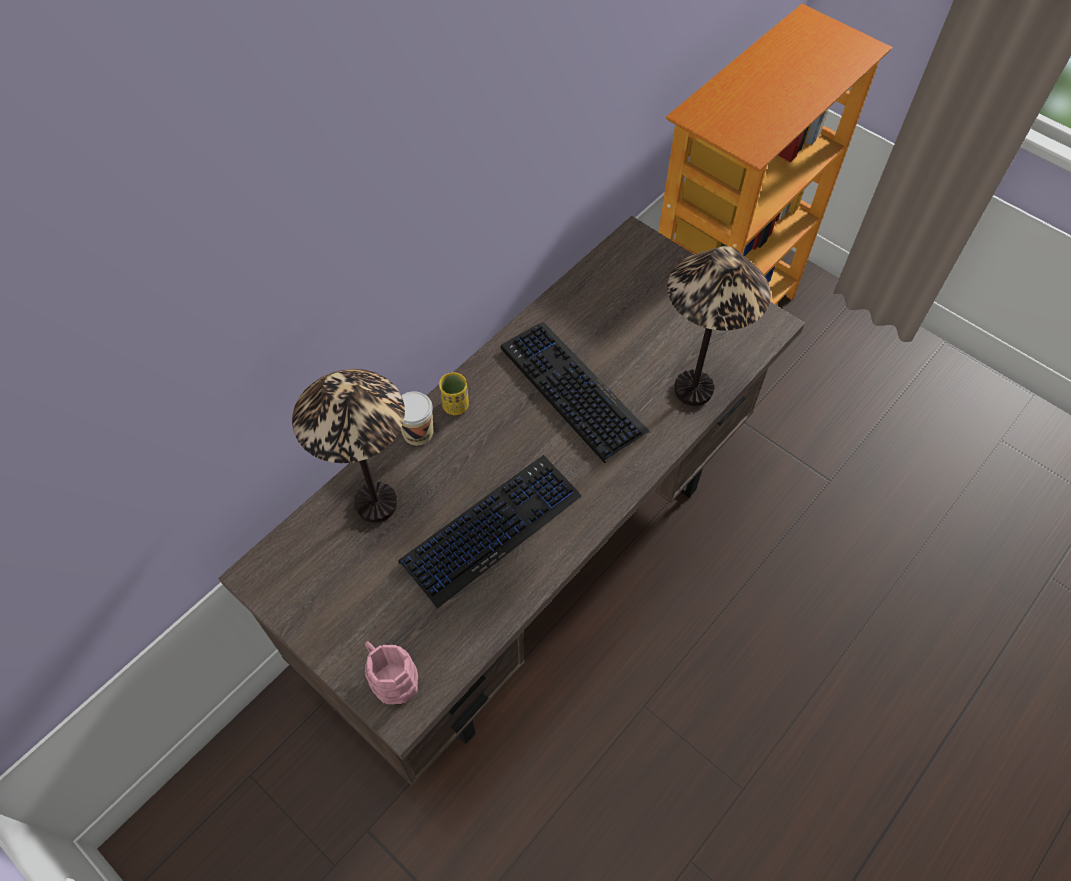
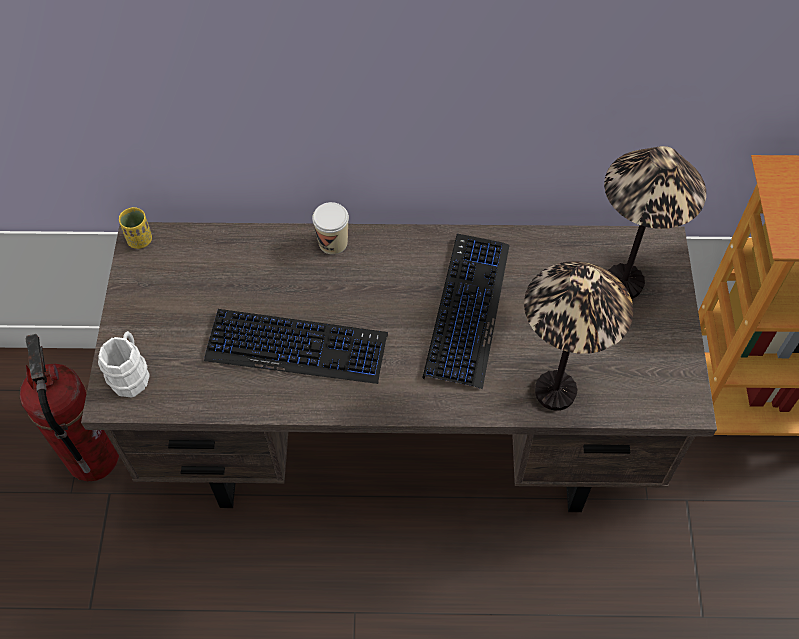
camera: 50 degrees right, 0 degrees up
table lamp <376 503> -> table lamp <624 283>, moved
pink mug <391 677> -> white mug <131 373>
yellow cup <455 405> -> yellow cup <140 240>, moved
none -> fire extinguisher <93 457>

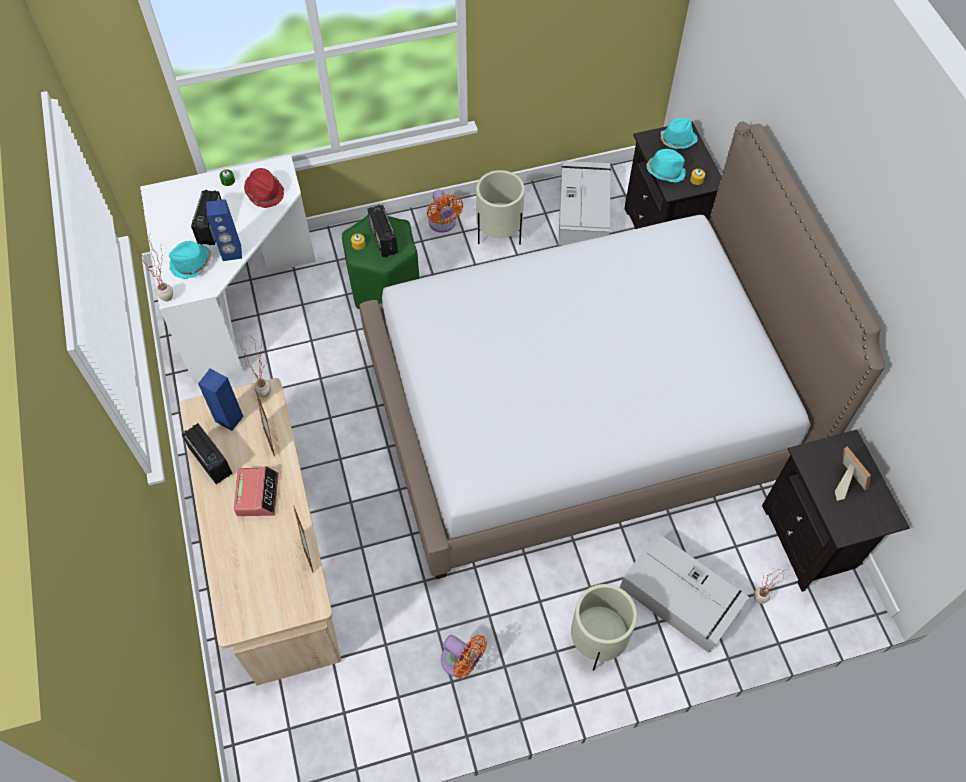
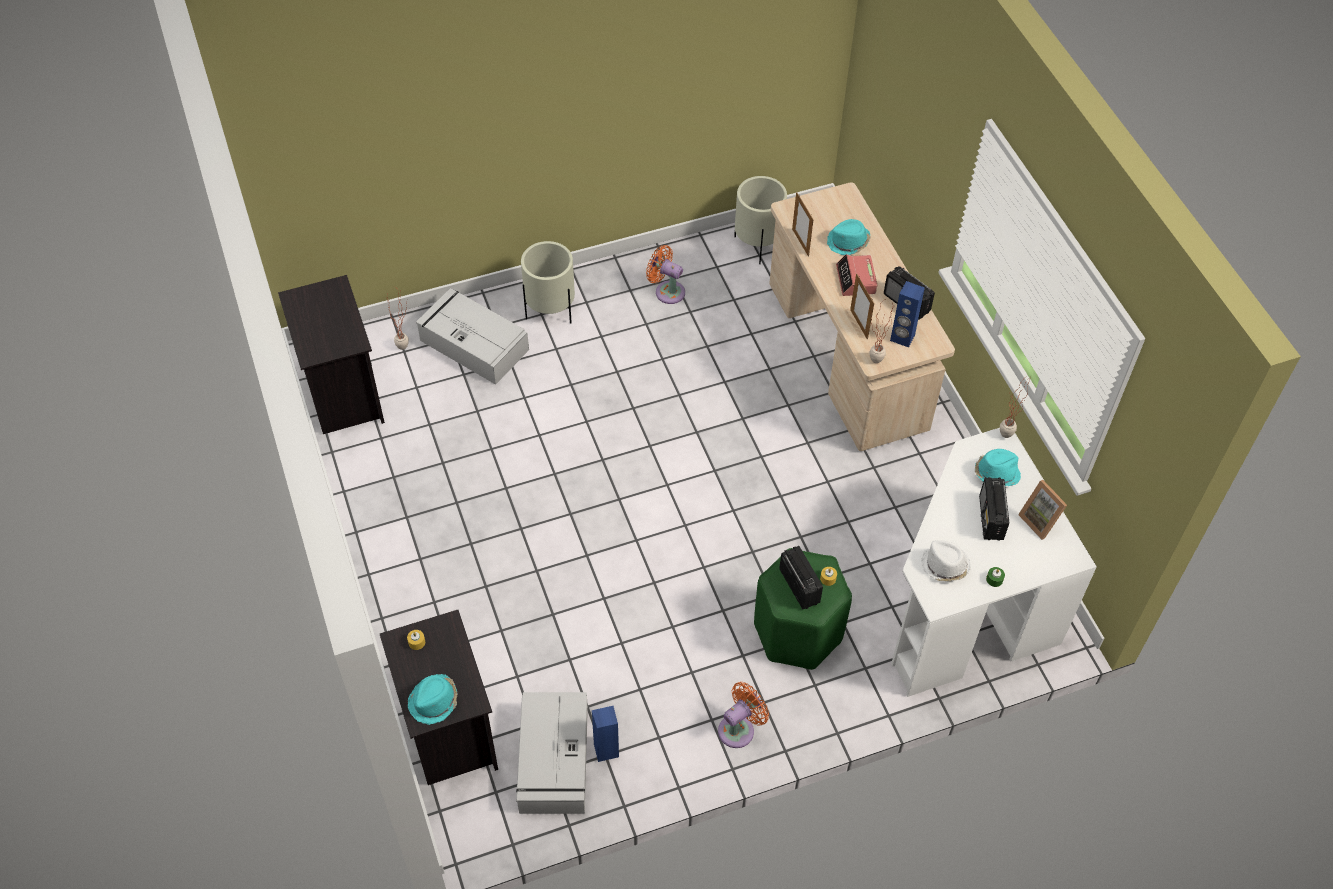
camera: 175 degrees right, 5 degrees down
blue speaker <232 253> -> blue speaker <606 750>, moved
red hat <265 193> -> white hat <944 565>
bed <583 410> -> none
orange fan <443 224> -> orange fan <739 729>, 75 degrees clockwise
beige planter <499 234> -> beige planter <757 245>, moved
turquoise hat <665 171> -> turquoise hat <848 242>, moved
picture frame <845 481> -> picture frame <1041 520>, moved

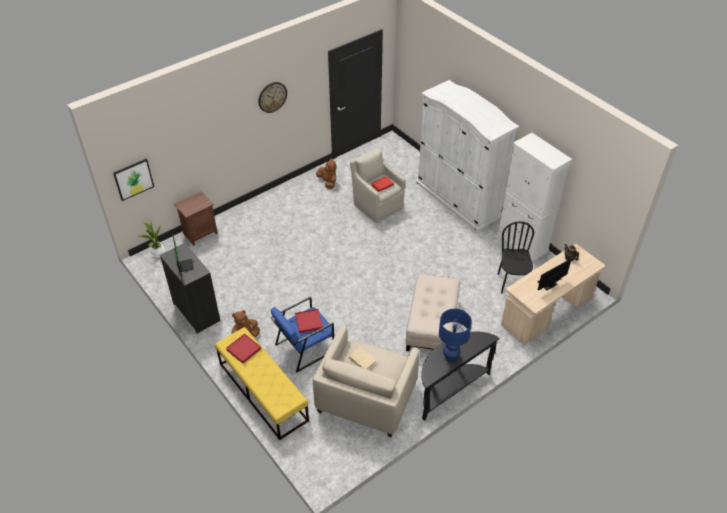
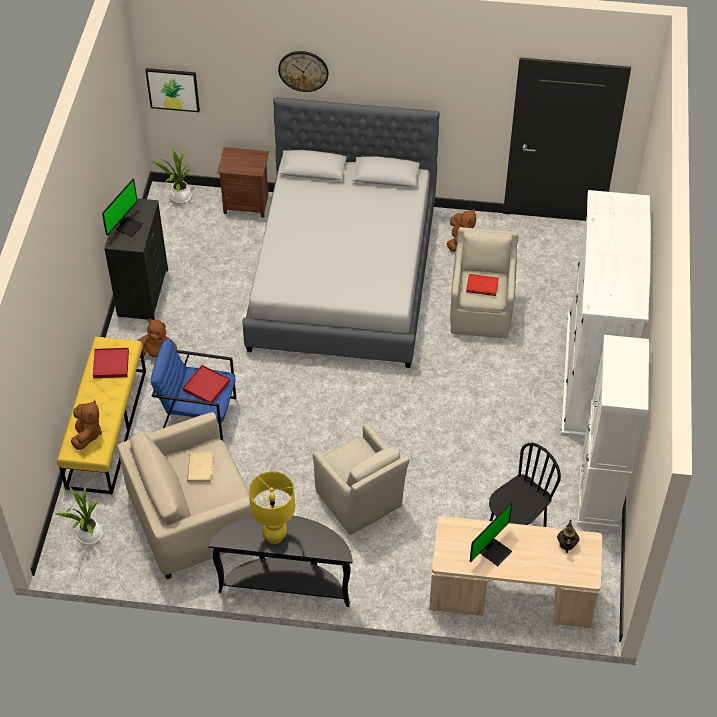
camera: 45 degrees right, 5 degrees up
wall clock <272 97> -> wall clock <303 70>, moved
beige ottoman <432 324> -> beige armchair <360 501>
blue table lamp <451 356> -> yellow table lamp <275 536>
monitor <547 284> -> monitor <494 551>, 120 degrees clockwise
none -> potted plant <88 536>
none -> brown plush toy <87 434>
none -> grey bed <343 278>

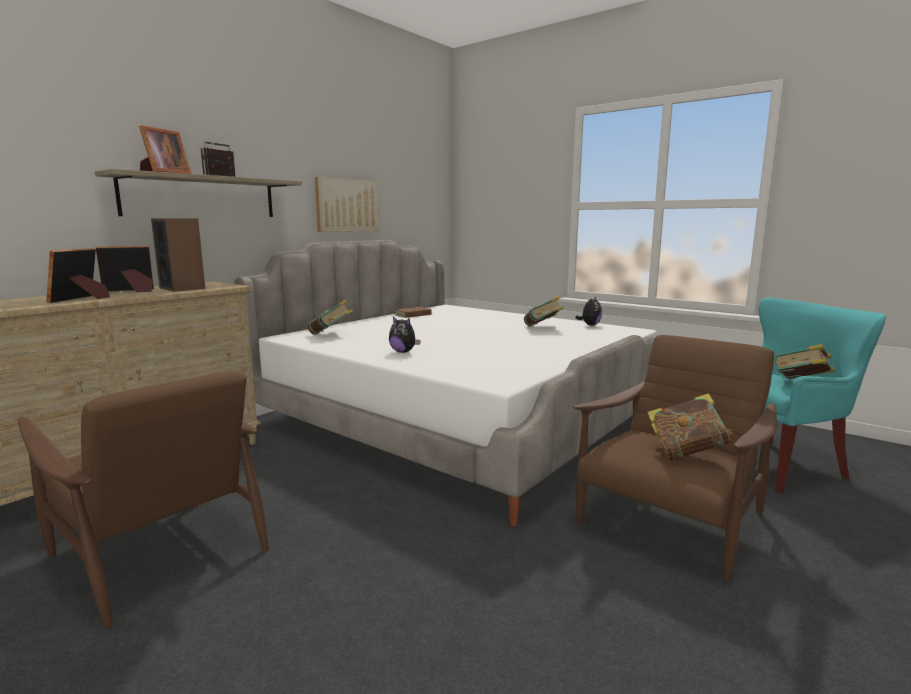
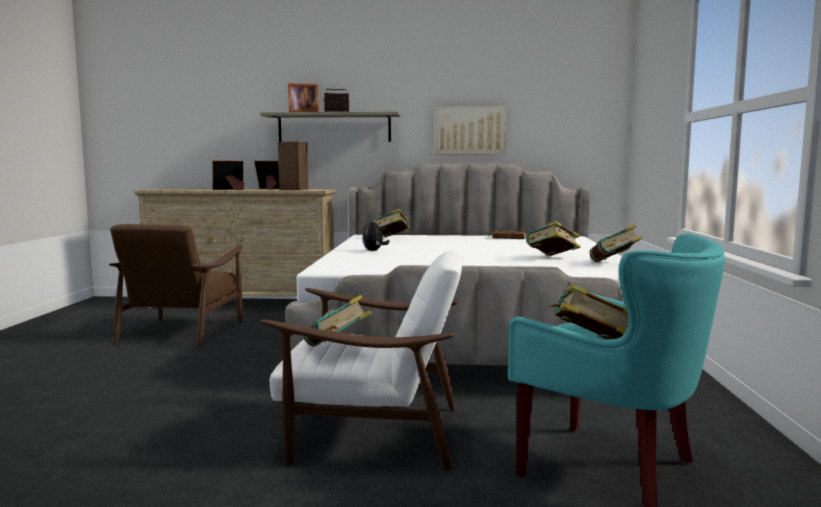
camera: 55 degrees right, 5 degrees down
brown armchair <670 521> -> white armchair <372 433>
plush toy <590 325> -> book <614 264>

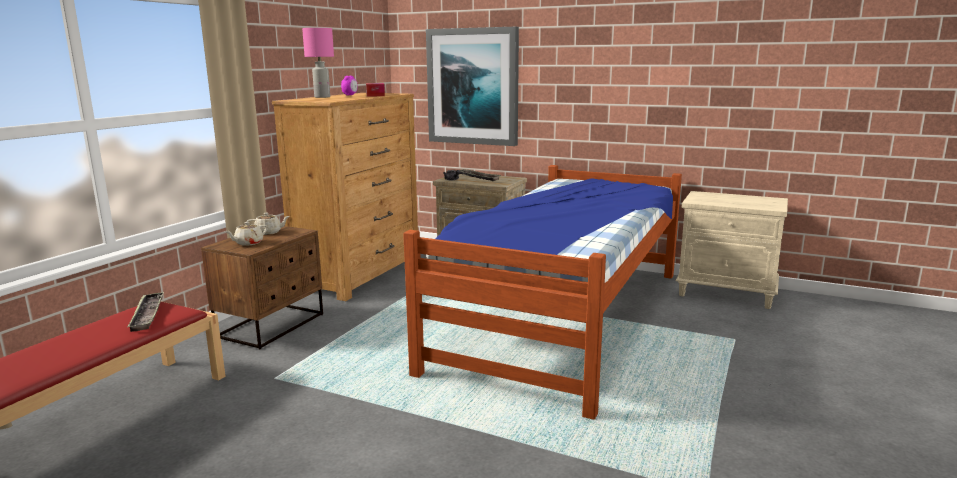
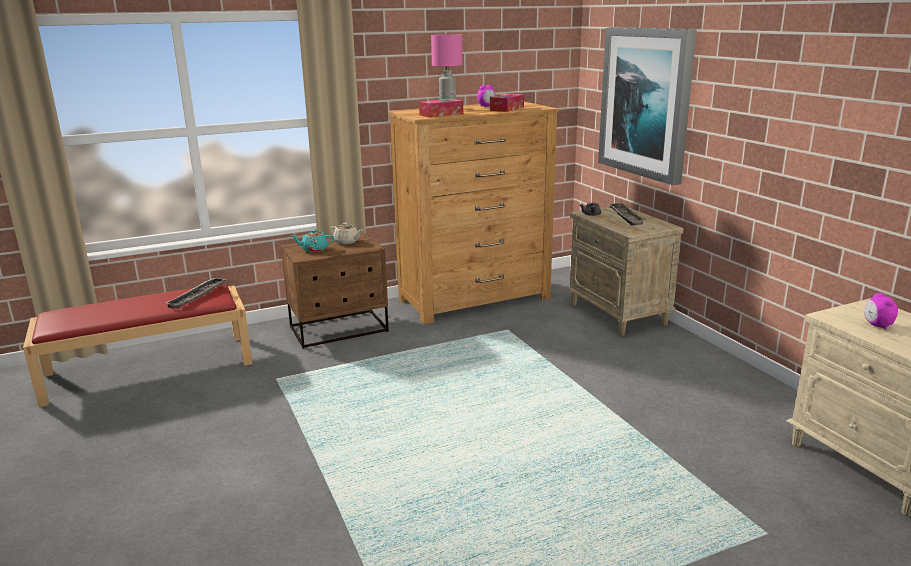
camera: 40 degrees right, 5 degrees up
beige teapot <248 243> -> turquoise teapot <314 249>
bed <563 317> -> none
none -> tissue box <441 114>
none -> alarm clock <877 325>

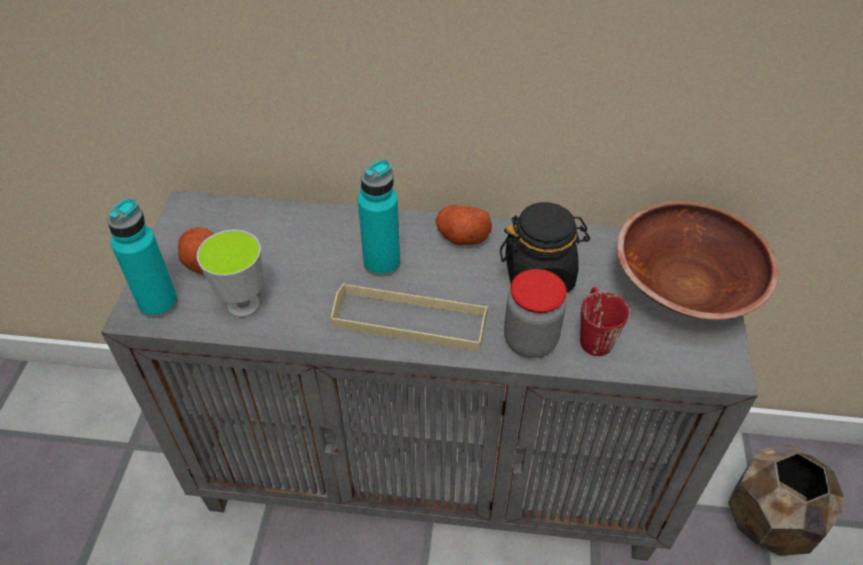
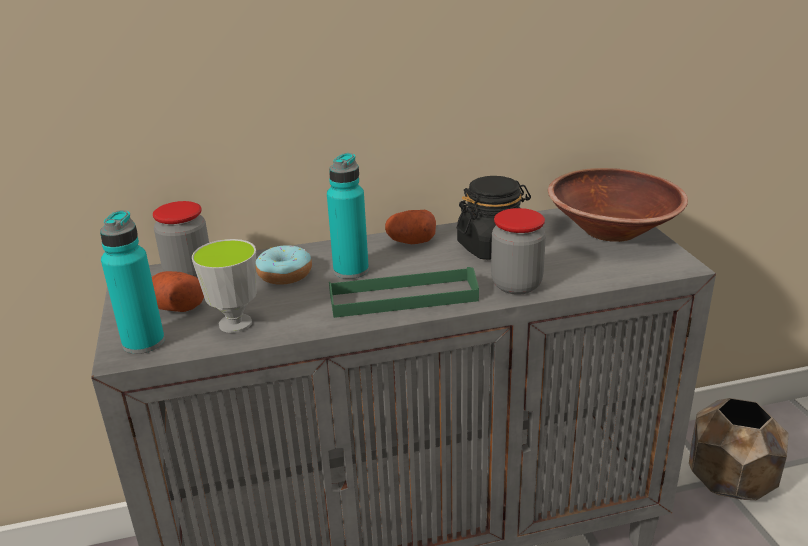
camera: 20 degrees left, 20 degrees down
beige tray <410 321> -> green tray <403 297>
red mug <593 334> -> none
none -> jar <189 274>
none -> donut <285 274>

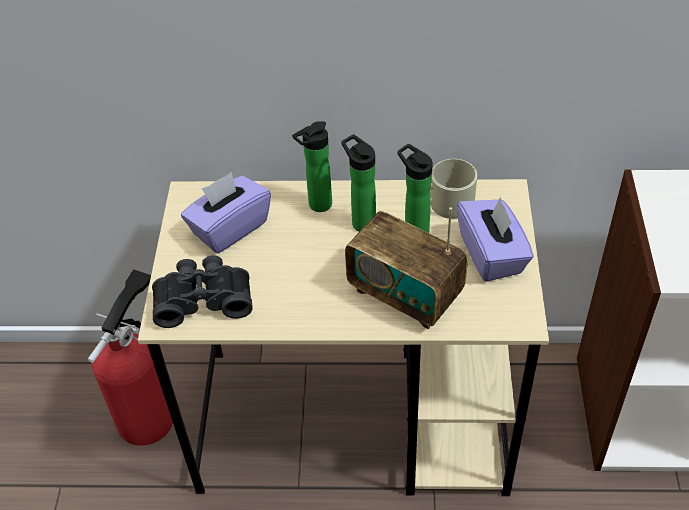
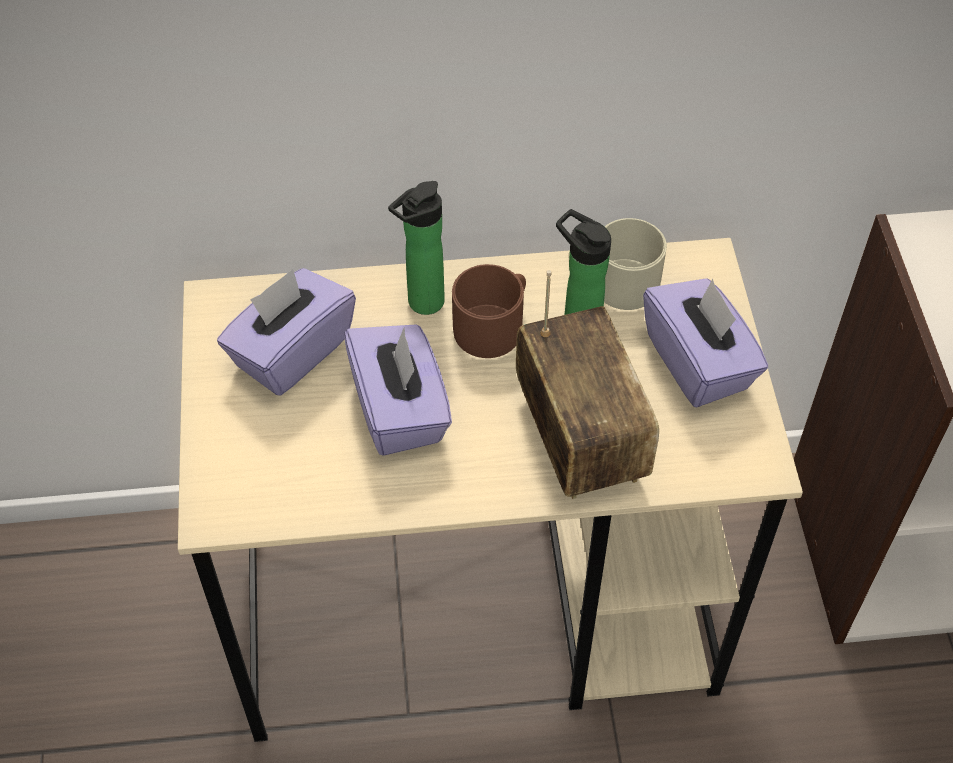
camera: 10 degrees left, 5 degrees up
fire extinguisher <149 415> -> none
black binoculars <203 298> -> none
bottle <361 221> -> brown mug <494 325>
radio <405 294> -> radio <579 438>, 135 degrees counterclockwise
none -> purple tissue box <400 410>

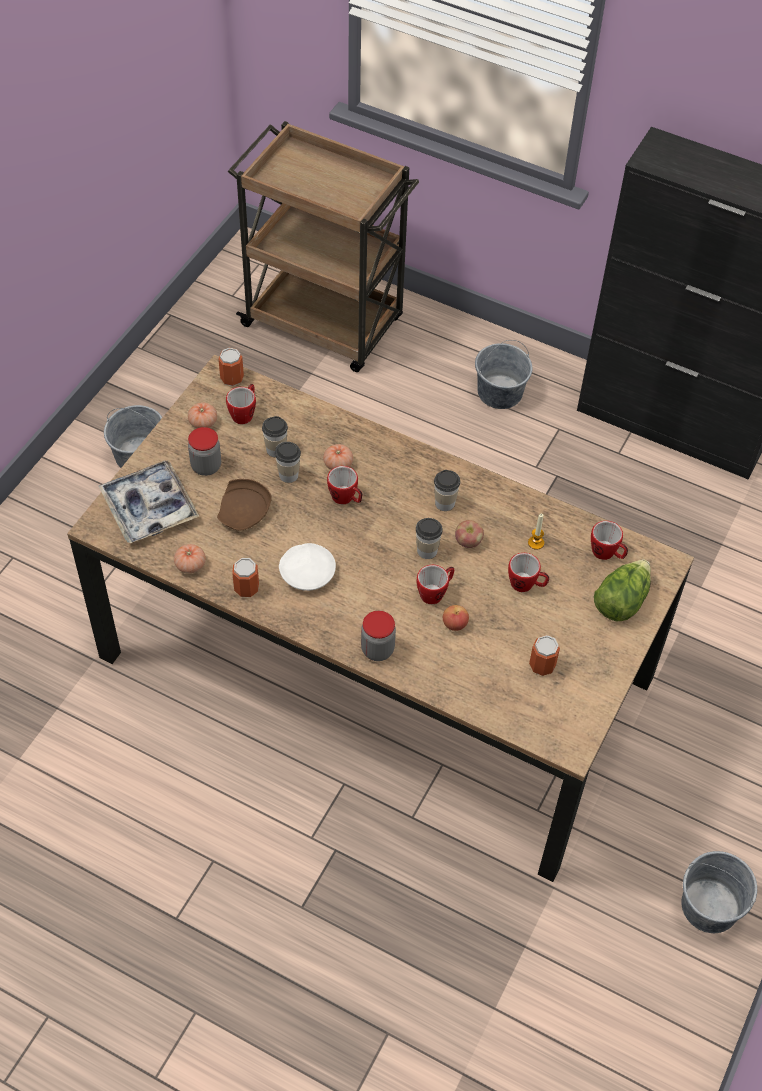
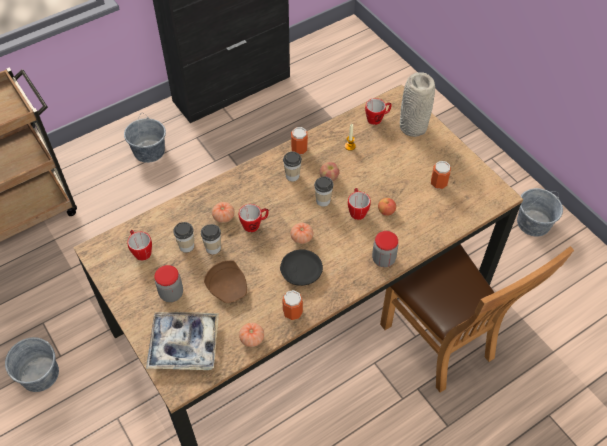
camera: 60 degrees left, 0 degrees up
tomato <203 422> -> tomato <302 238>, moved
can <232 378> -> can <299 149>, moved
white plate <307 572> -> black plate <301 271>
mug <526 585> -> none
lettuce <621 600> -> grey vase <413 127>
none -> brown chair <442 345>

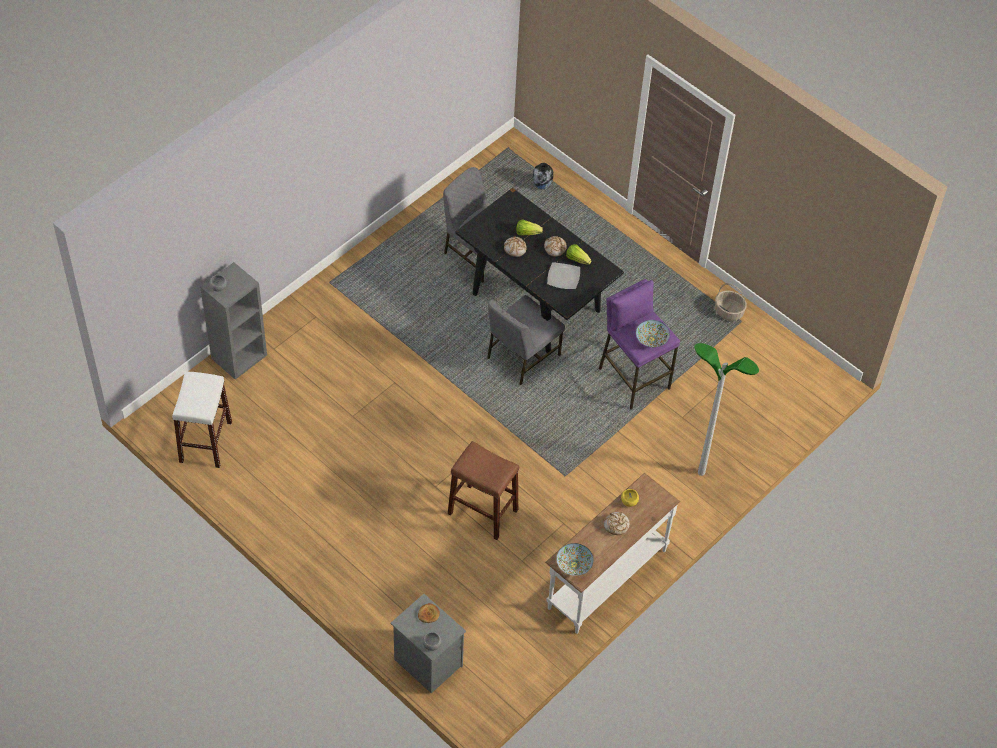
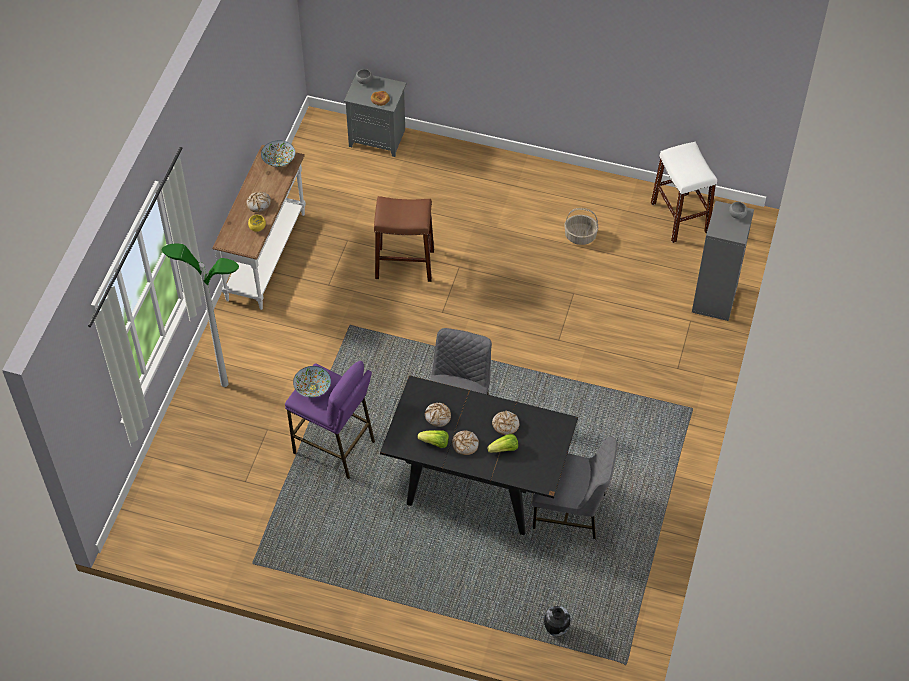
camera: 155 degrees right, 0 degrees up
plate <563 277> -> bread <438 416>
basket <728 311> -> basket <580 236>, moved

